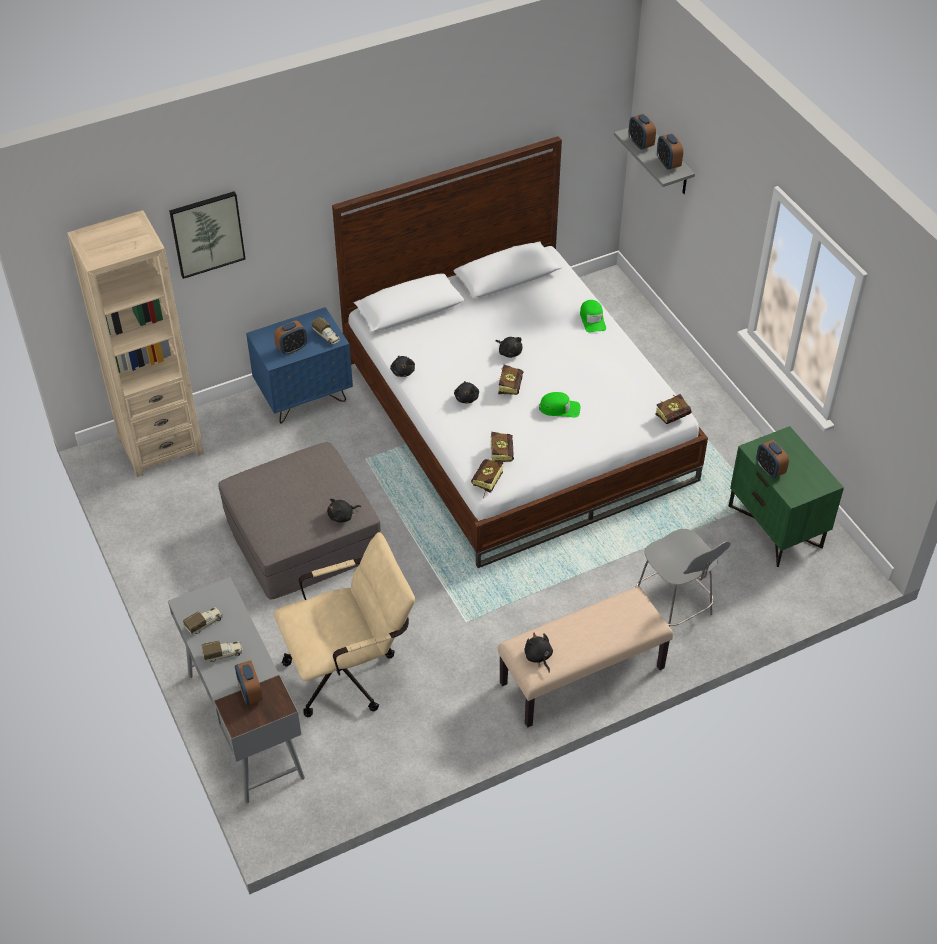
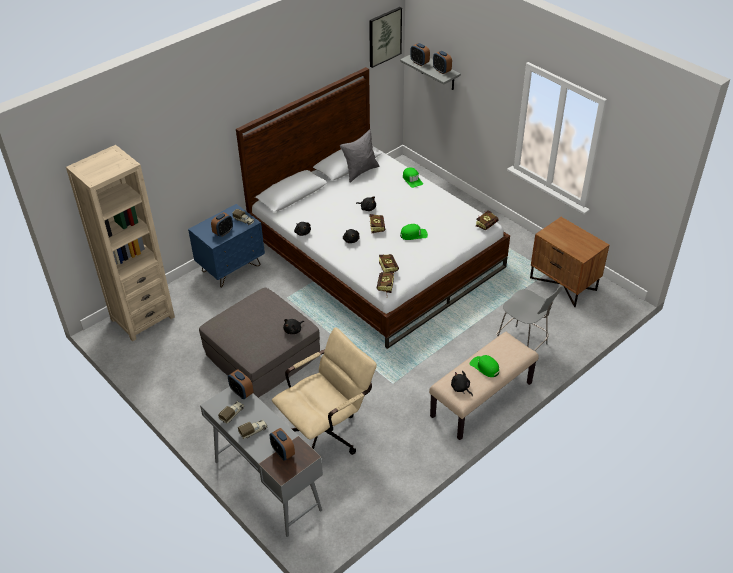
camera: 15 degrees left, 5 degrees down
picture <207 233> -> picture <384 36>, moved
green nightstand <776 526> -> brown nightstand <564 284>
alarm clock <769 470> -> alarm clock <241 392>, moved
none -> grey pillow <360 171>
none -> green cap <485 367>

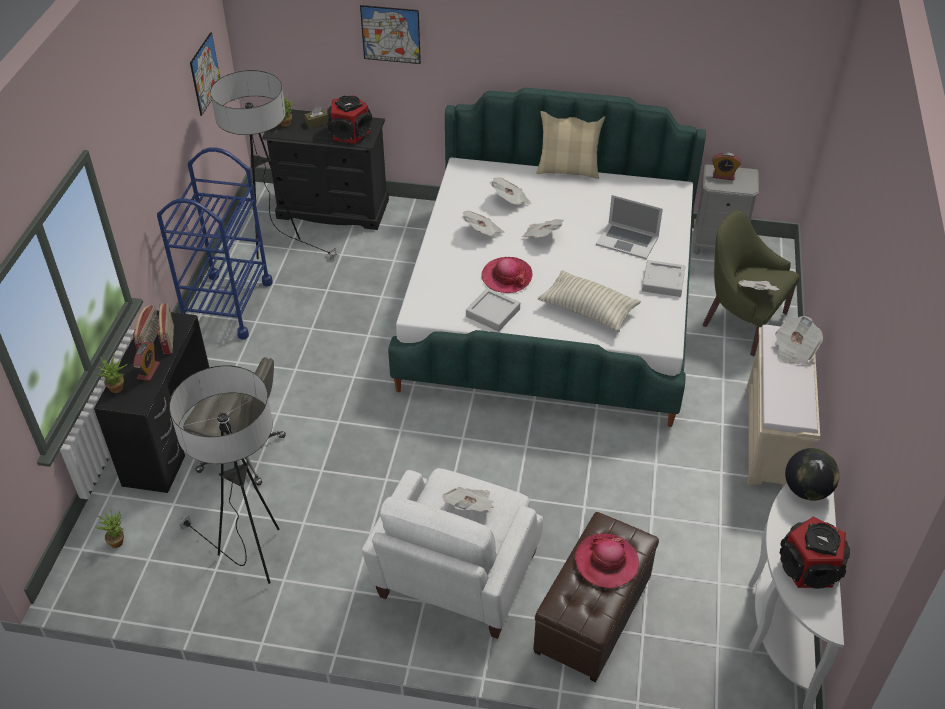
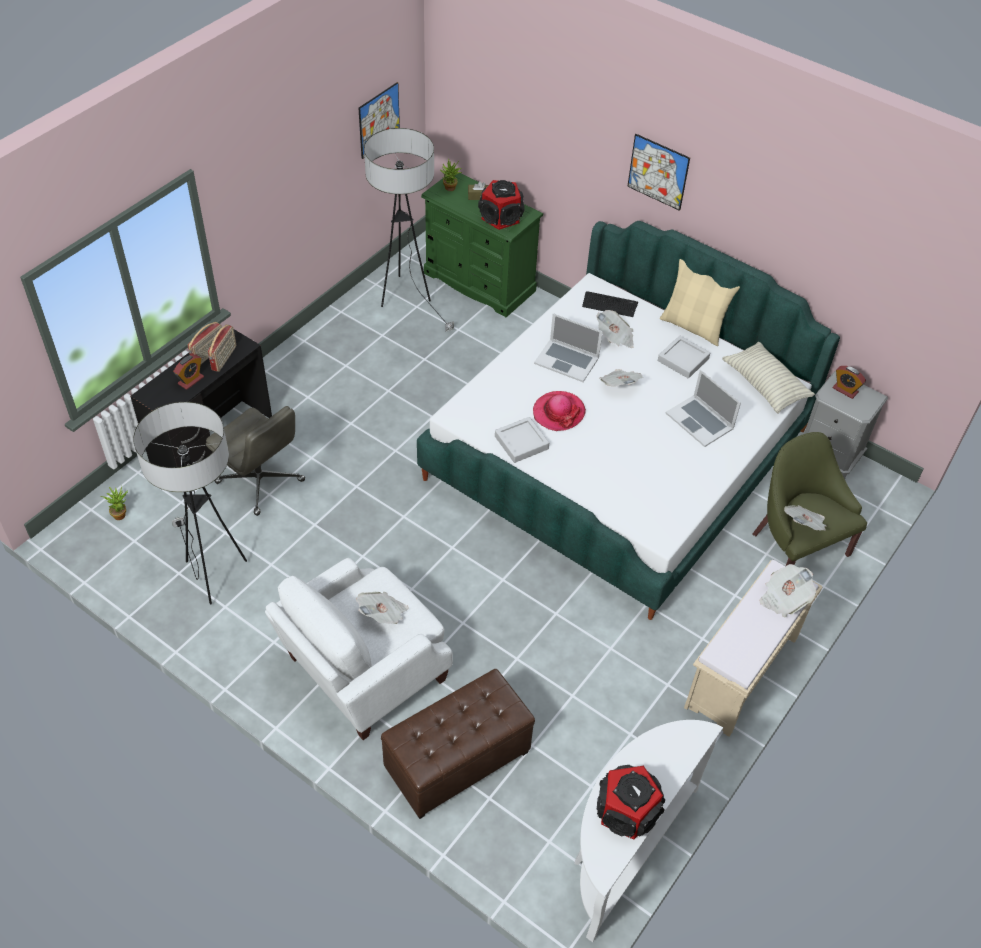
camera: 25 degrees right, 5 degrees up
potted plant <118 389> -> none
blue cart <228 305> -> none
black dresser <333 209> -> green dresser <479 282>
picture <391 34> -> picture <658 172>, moved
newspaper <483 233> -> laptop <567 360>
pillow <588 310> -> pillow <765 385>, moved
hat <606 562> -> none
grey tray <663 281> -> grey tray <683 360>, moved
globe <806 490> -> none
none -> keyboard <609 304>

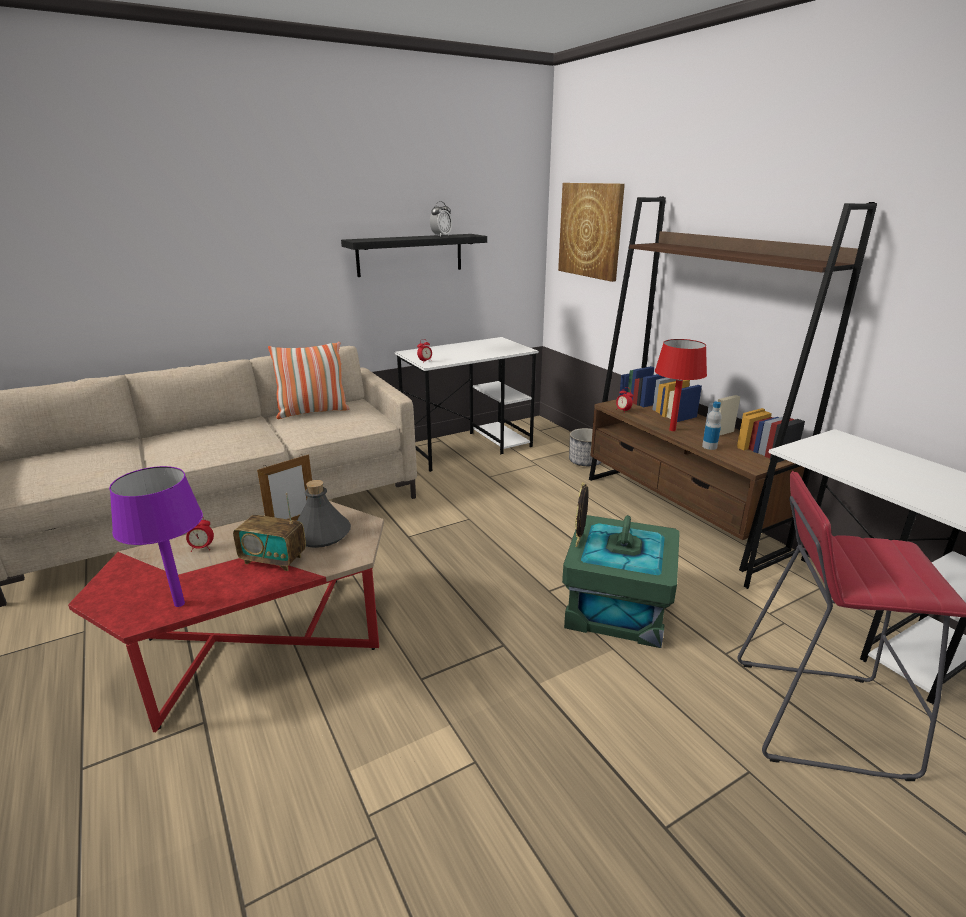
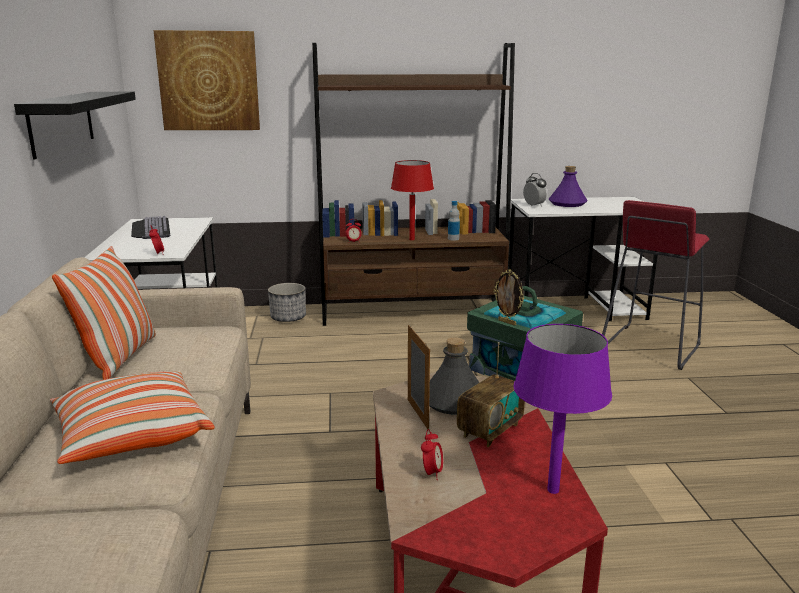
camera: 65 degrees left, 5 degrees down
alarm clock <441 236> -> alarm clock <534 206>, moved
none -> pillow <131 436>
none -> keyboard <150 229>
none -> purple bottle <567 204>

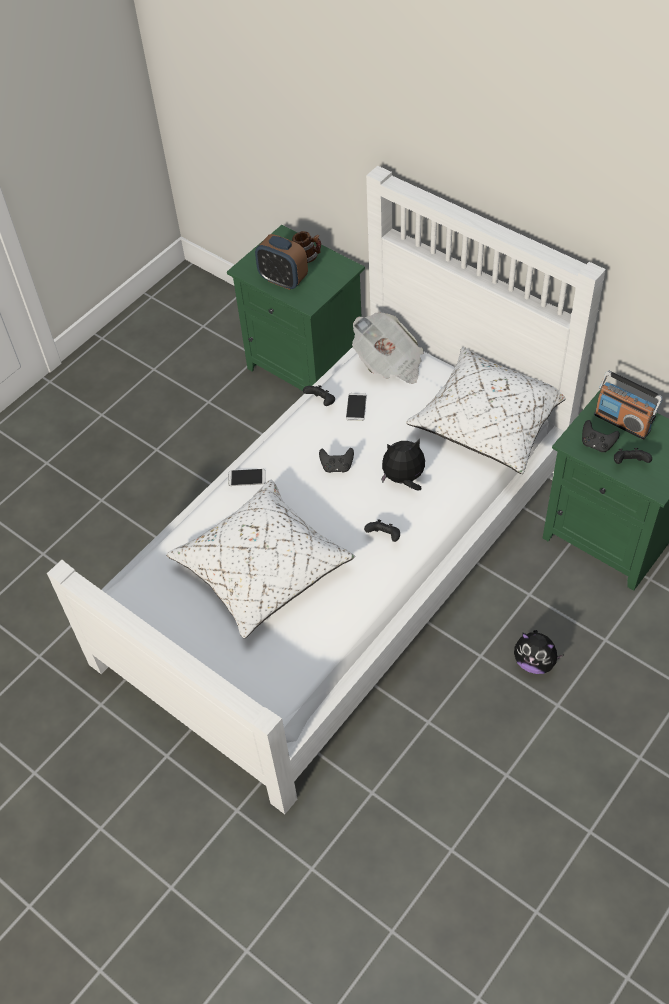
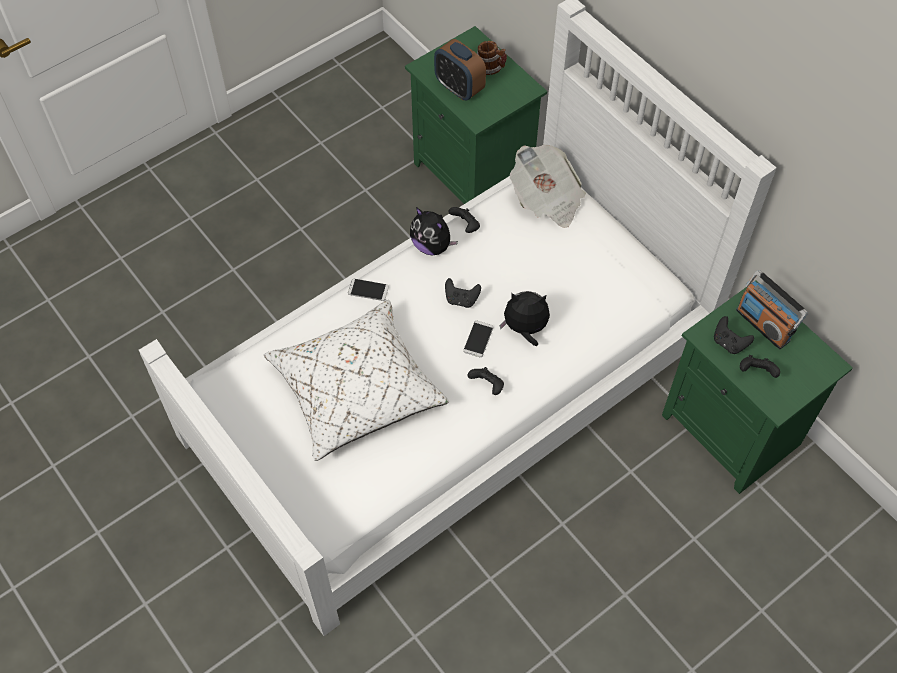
camera: 10 degrees right, 5 degrees up
phone <356 407> -> phone <478 339>, moved
white pillow <489 421> -> none
plush toy <534 662> -> plush toy <432 246>, moved

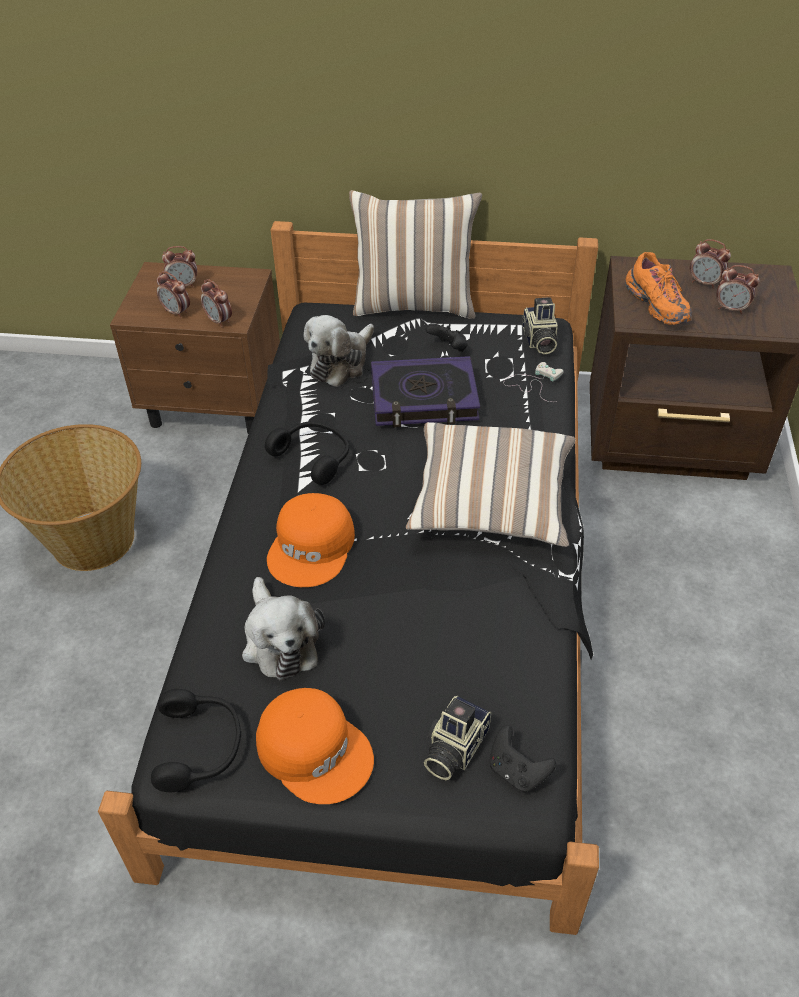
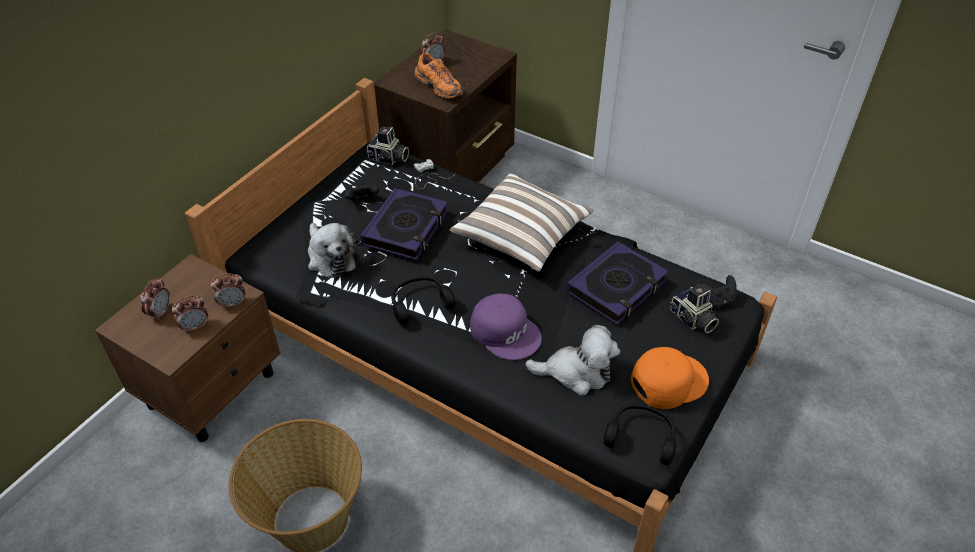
camera: 65 degrees left, 0 degrees up
orange cap <313 547> -> purple cap <506 331>
pillow <414 304> -> none
orange shoe <657 306> -> orange shoe <439 88>, 45 degrees clockwise
alarm clock <731 309> -> none
none -> book <617 288>

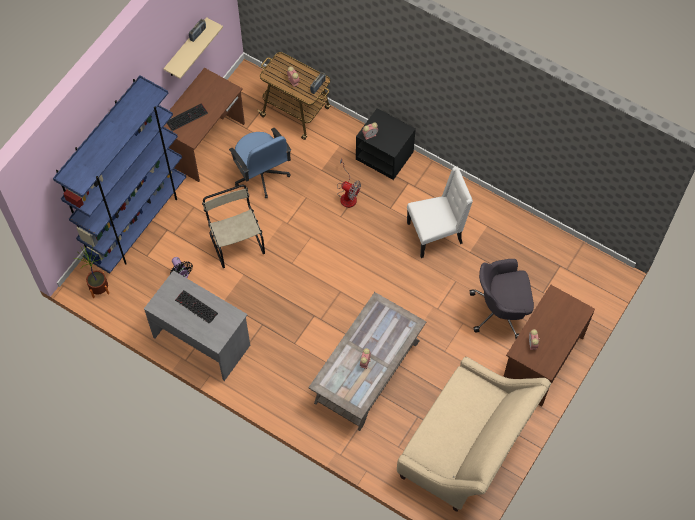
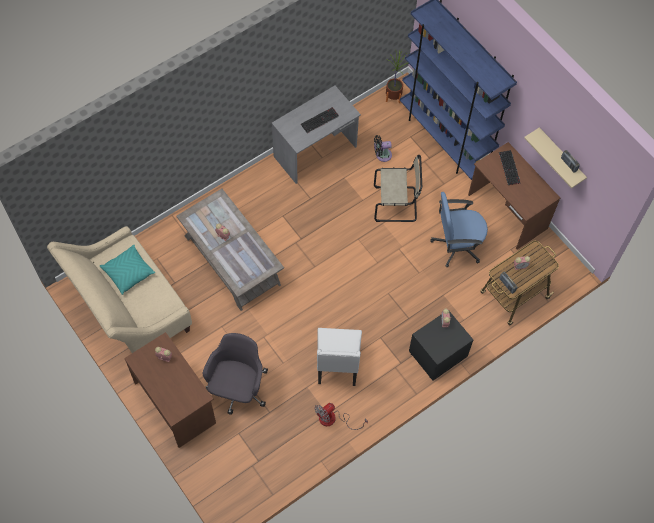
camera: 110 degrees right, 0 degrees up
fan <347 194> -> fan <333 419>, moved
none -> turquoise pillow <128 272>

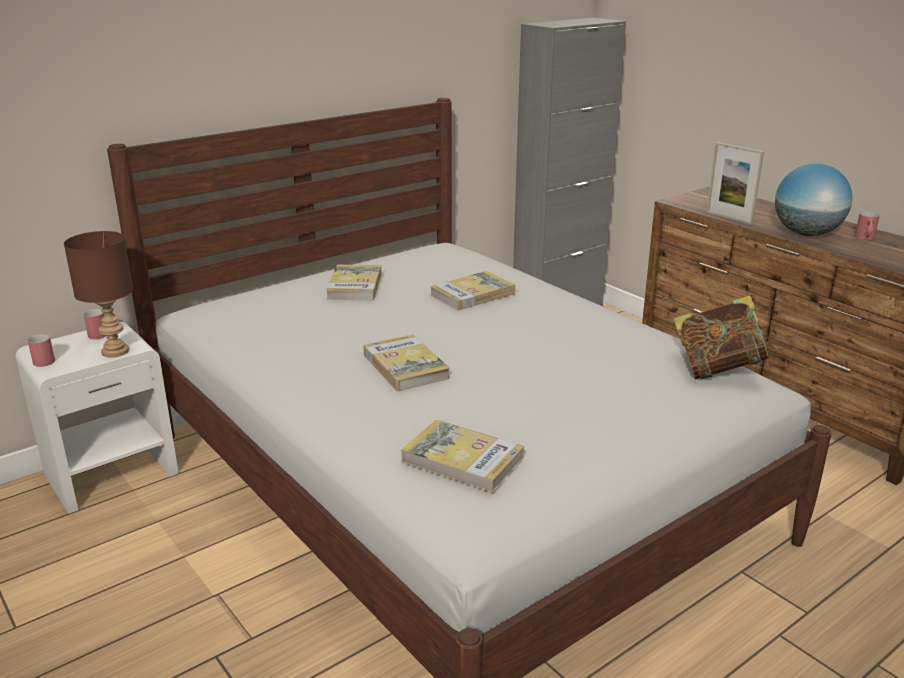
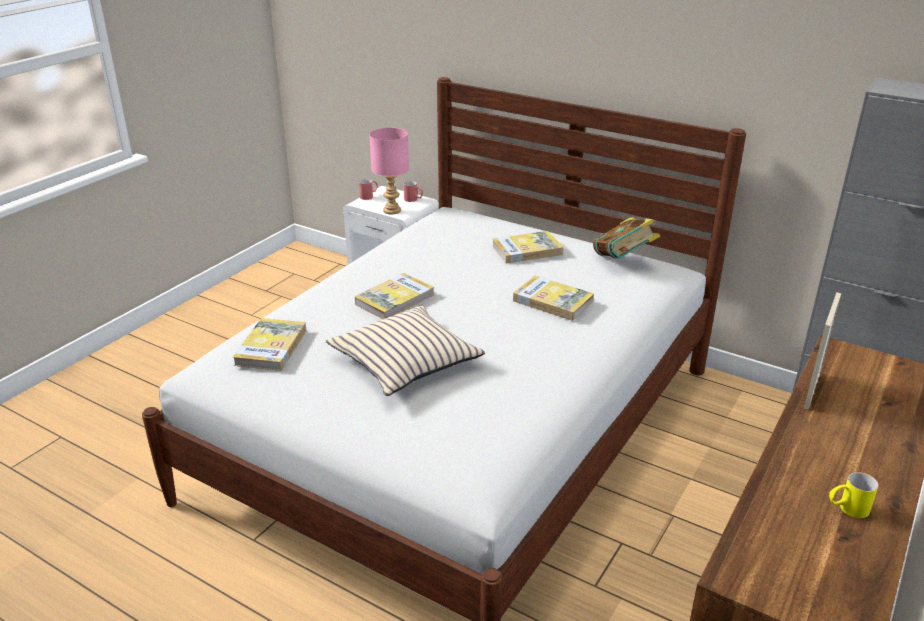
camera: 70 degrees right, 5 degrees up
brown table lamp <114 352> -> pink table lamp <391 210>
book <718 369> -> book <623 260>, moved
globe <806 234> -> none
red mug <865 238> -> yellow mug <847 509>
none -> beige pillow <406 361>

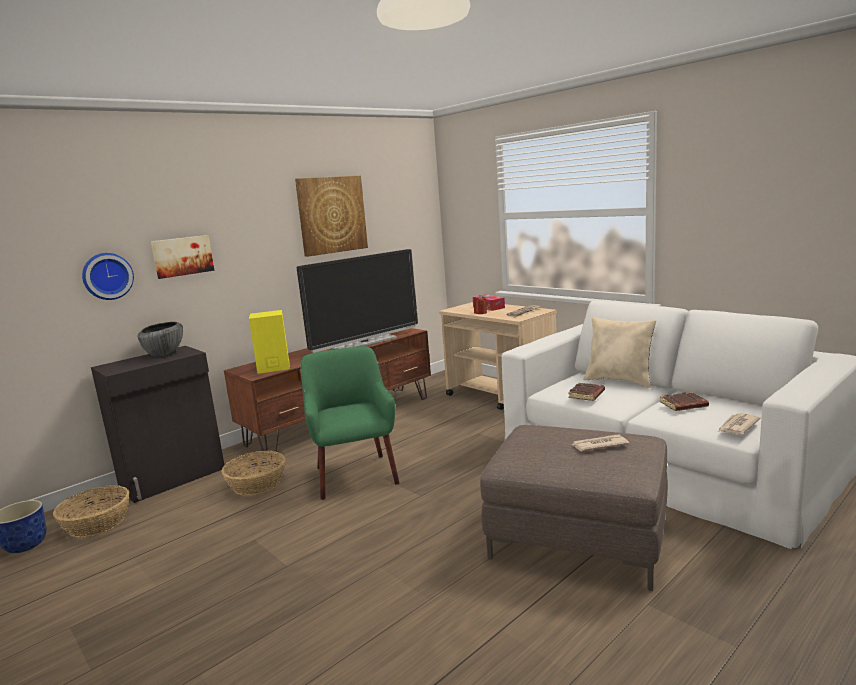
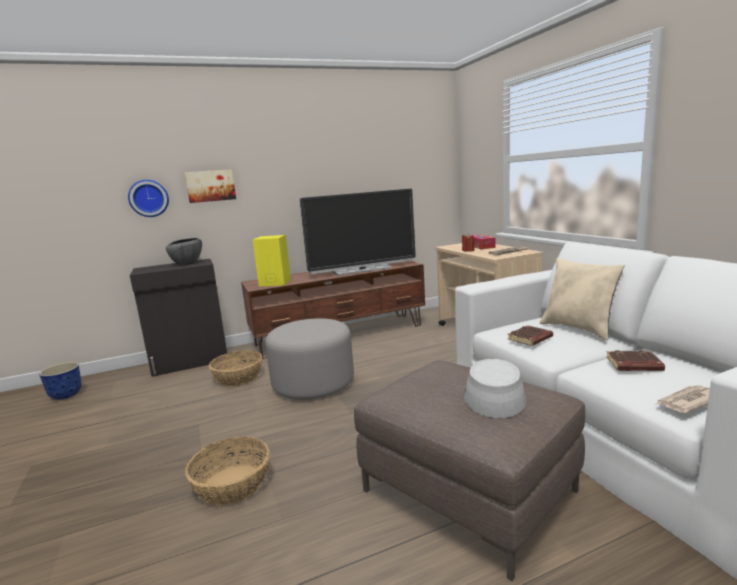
camera: 20 degrees right, 0 degrees up
basket <97 523> -> basket <232 484>, moved
picture <332 215> -> none
green armchair <355 475> -> grey ottoman <313 383>
newspaper <598 445> -> grey hat <493 395>

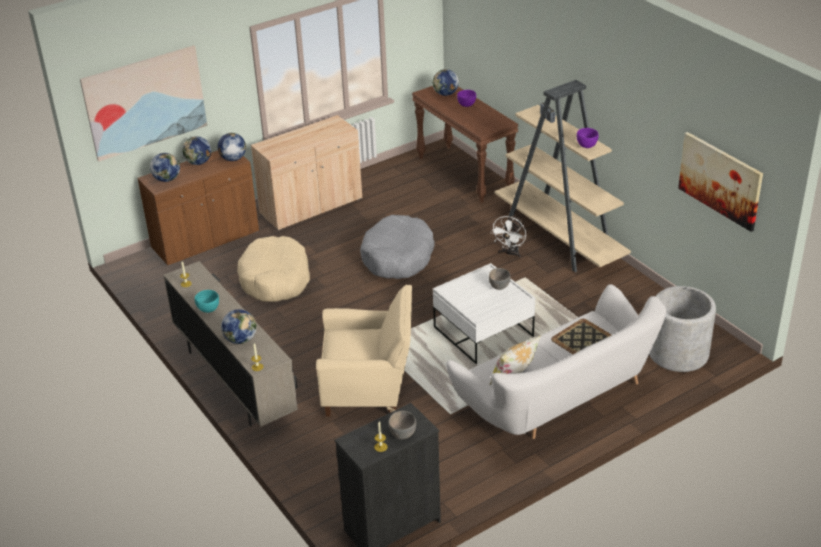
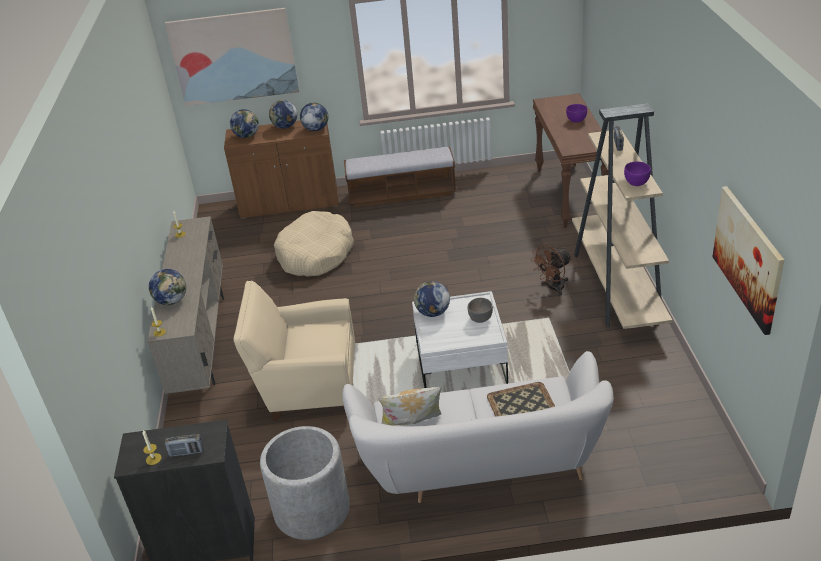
camera: 30 degrees right, 0 degrees up
turquoise bowl <208 309> -> none
beige cabinet <311 206> -> bench <402 194>
beige armchair <369 387> -> beige armchair <307 387>, 150 degrees clockwise
grey dog bed <398 257> -> none
grey bowl <403 434> -> radio <186 452>
globe <445 94> -> globe <432 313>, moved
white fan <510 253> -> brown fan <552 288>
grey planter <678 353> -> grey planter <312 510>, moved

